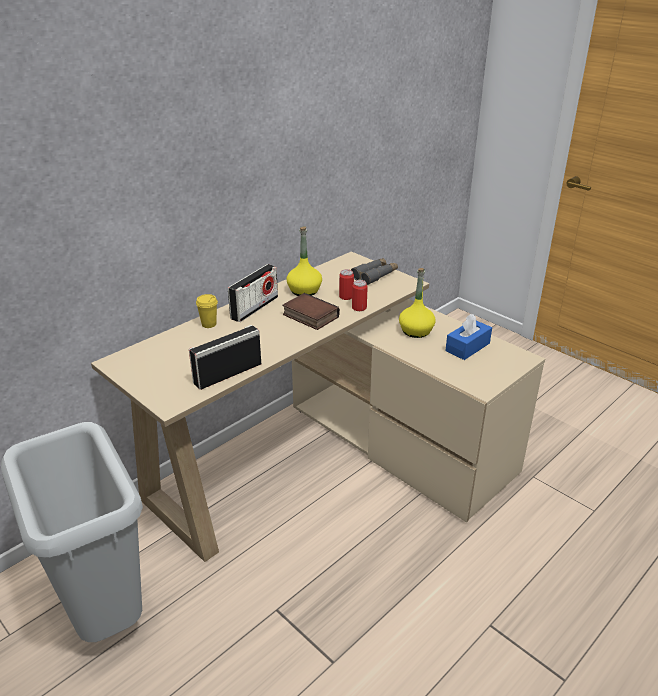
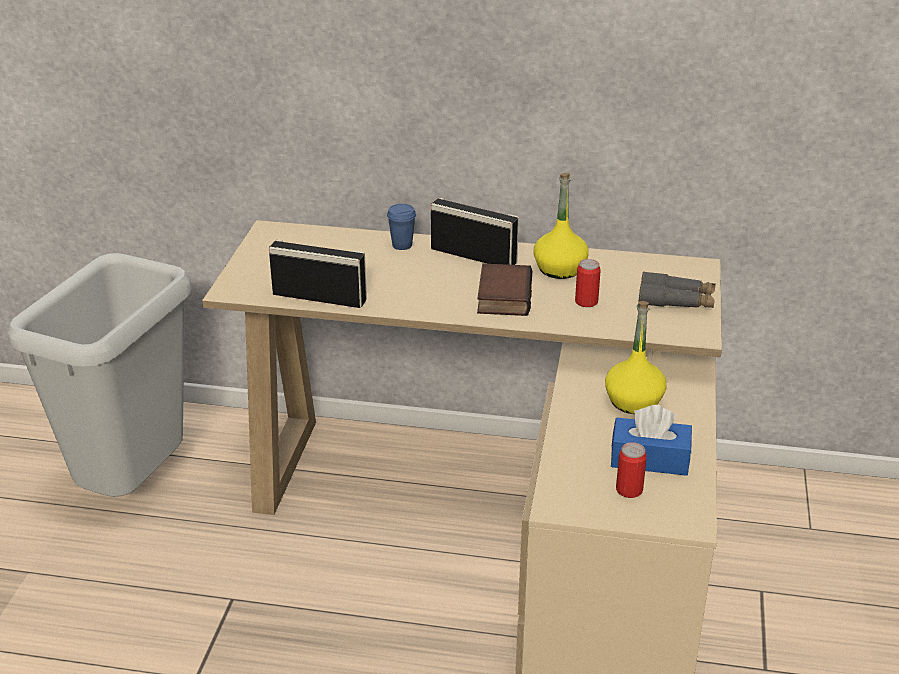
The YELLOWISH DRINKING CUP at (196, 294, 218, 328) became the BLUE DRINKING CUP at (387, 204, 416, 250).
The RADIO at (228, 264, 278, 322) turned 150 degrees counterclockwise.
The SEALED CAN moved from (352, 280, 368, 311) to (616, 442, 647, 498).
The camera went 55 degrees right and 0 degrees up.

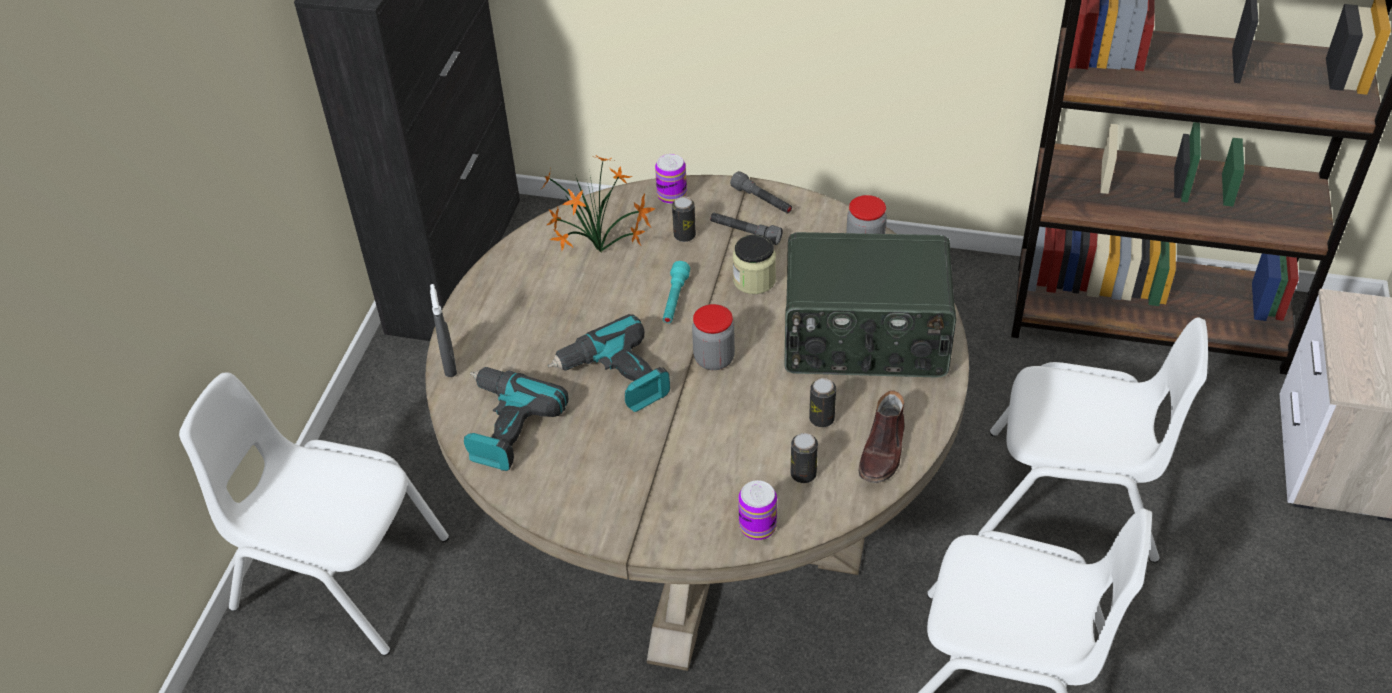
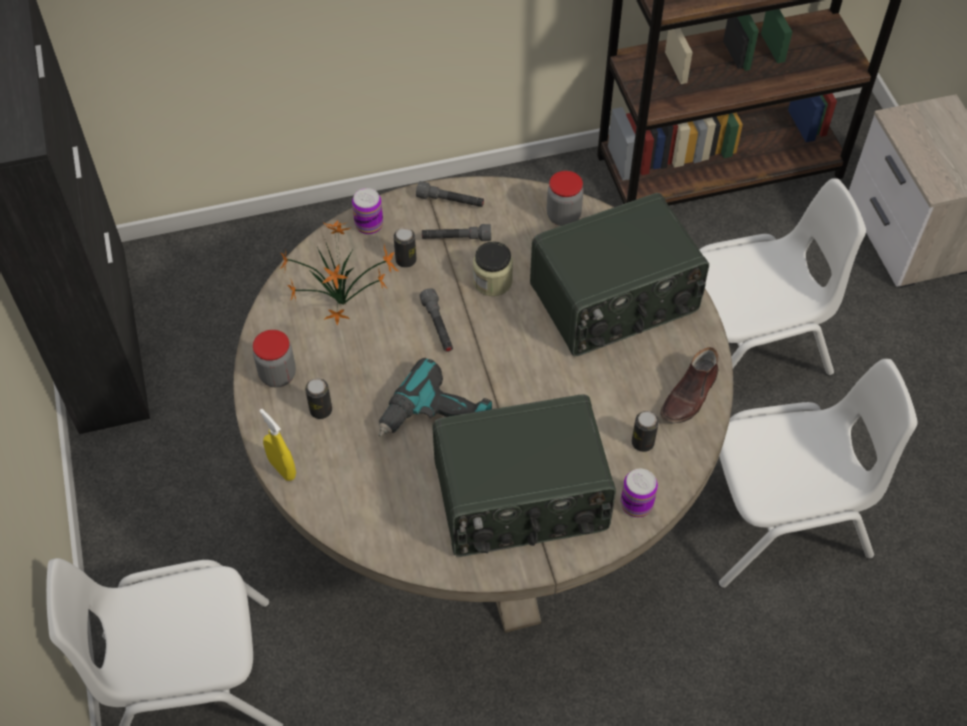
The PRESERVE JAR moved from (692, 304, 735, 370) to (253, 330, 296, 388).
The GREY SPRAY BOTTLE at (430, 284, 457, 377) became the YELLOWISH SPRAY BOTTLE at (259, 409, 296, 481).
The SEALED CAN moved from (809, 378, 836, 427) to (305, 378, 332, 419).
The TURQUOISE-COLOURED FLASHLIGHT at (663, 261, 690, 323) became the GREY FLASHLIGHT at (420, 288, 453, 352).
The RADIO at (432, 394, 616, 557) appeared.
The BROWN-COLOURED LOW SHOE at (858, 390, 905, 483) turned 45 degrees clockwise.
The ELECTRIC DRILL at (464, 367, 568, 471) disappeared.
The camera went 30 degrees left and 10 degrees up.

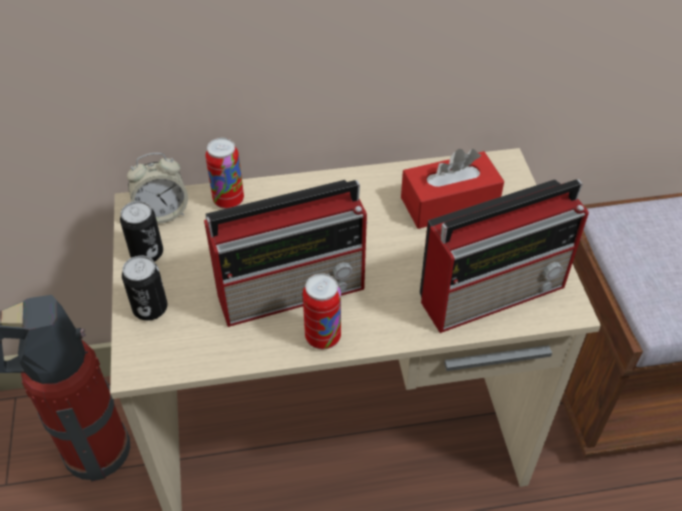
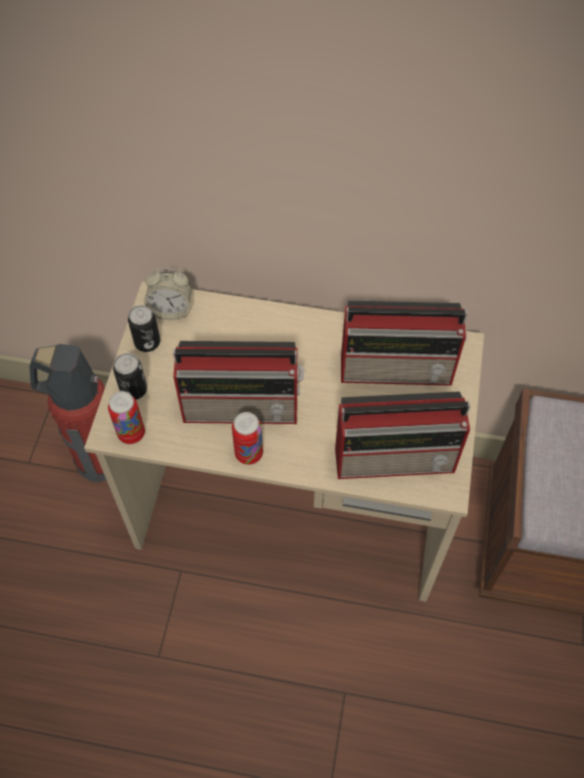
The SEALED CAN moved from (206, 138, 244, 209) to (108, 391, 145, 444).
The RED-COLOURED BOX OF TISSUES at (401, 149, 504, 229) was replaced by the RADIO at (341, 301, 467, 386).
The camera went 20 degrees right and 10 degrees up.

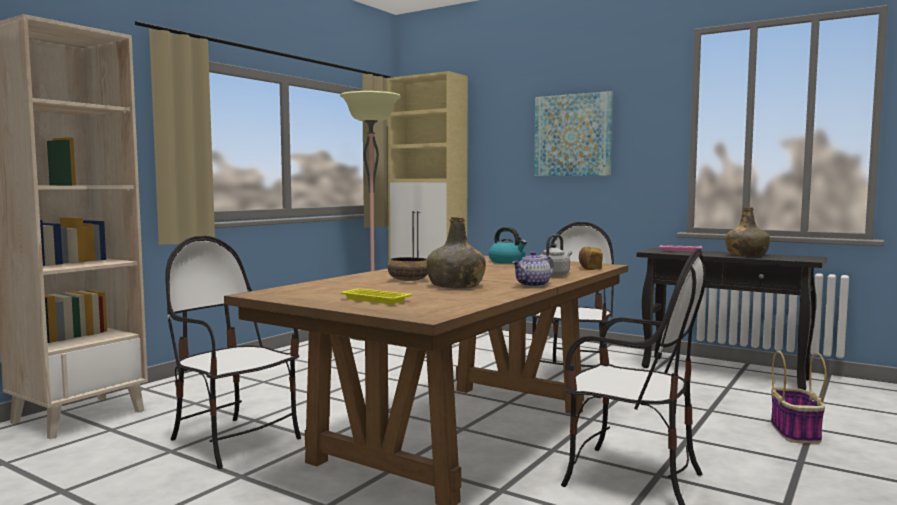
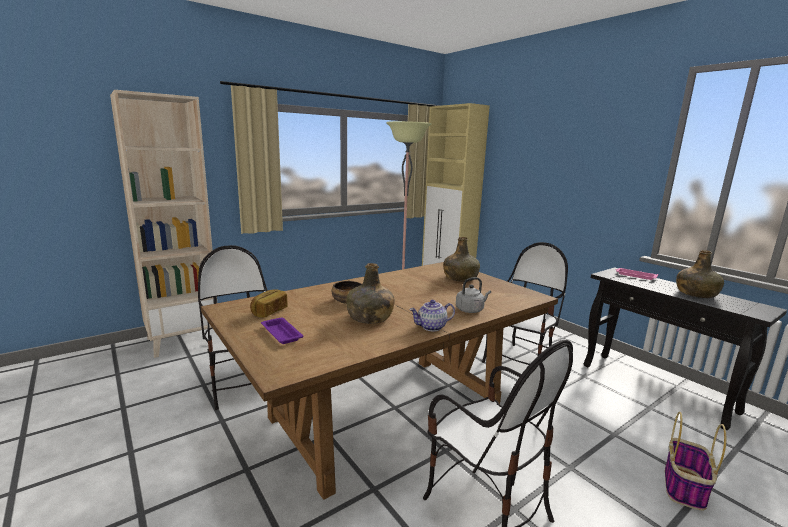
The BREAD moved from (579, 247, 603, 270) to (250, 289, 288, 317).
The YELLOWISH TRAY at (341, 289, 412, 304) became the PURPLISH TRAY at (261, 317, 304, 344).
The WATER KETTLE at (488, 227, 527, 264) was replaced by the GREEN-COLOURED BOTTLE at (443, 237, 480, 282).
The WALL PICTURE at (534, 91, 613, 176) disappeared.
The camera went 20 degrees right and 10 degrees up.

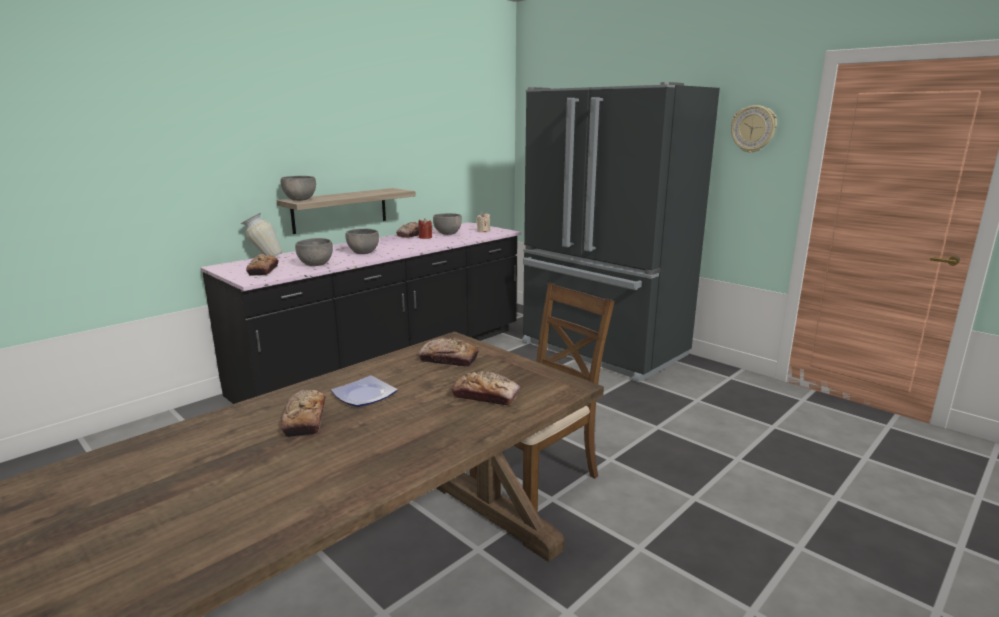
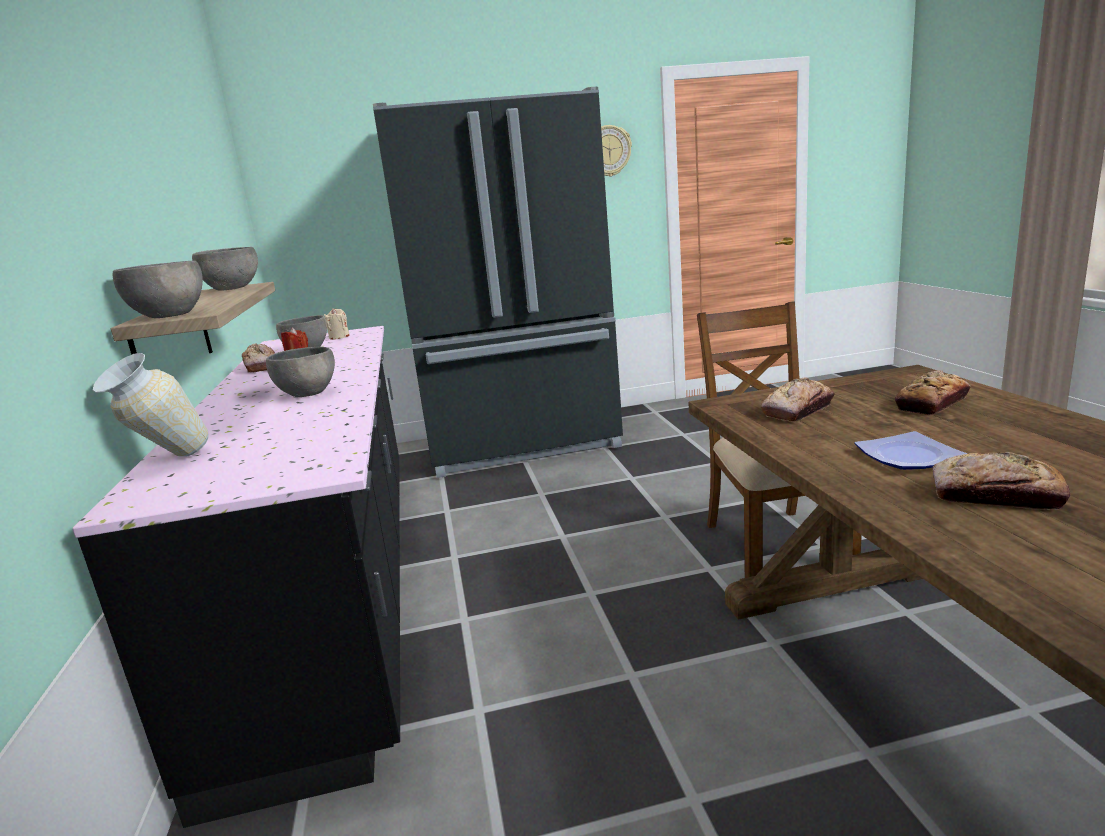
The GREY SERVING BOWL moved from (295, 238, 333, 266) to (192, 247, 258, 291).
The BREAD at (246, 254, 279, 276) disappeared.
The camera went 55 degrees left and 0 degrees up.

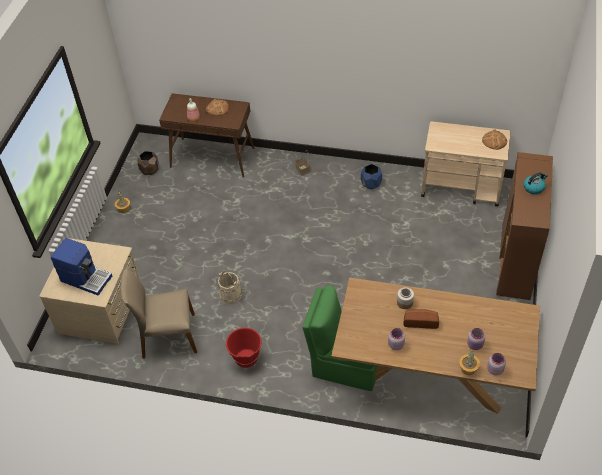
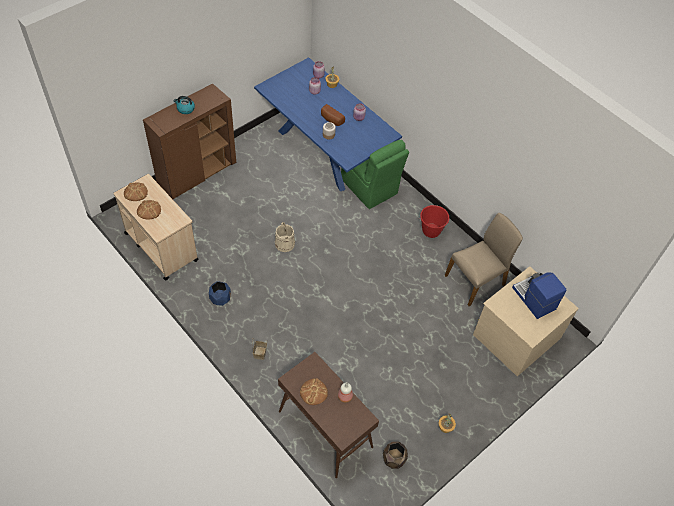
The BREAD at (137, 200, 161, 219) appeared.
The BROWN-COLOURED DINING TABLE at (331, 277, 540, 414) became the BLUE DINING TABLE at (254, 57, 402, 191).
The BEIGE BUCKET moved from (218, 271, 242, 304) to (275, 222, 295, 252).
The BEIGE UPRIGHT CHAIR at (121, 268, 197, 359) turned 60 degrees counterclockwise.
The camera went 150 degrees left and 5 degrees up.

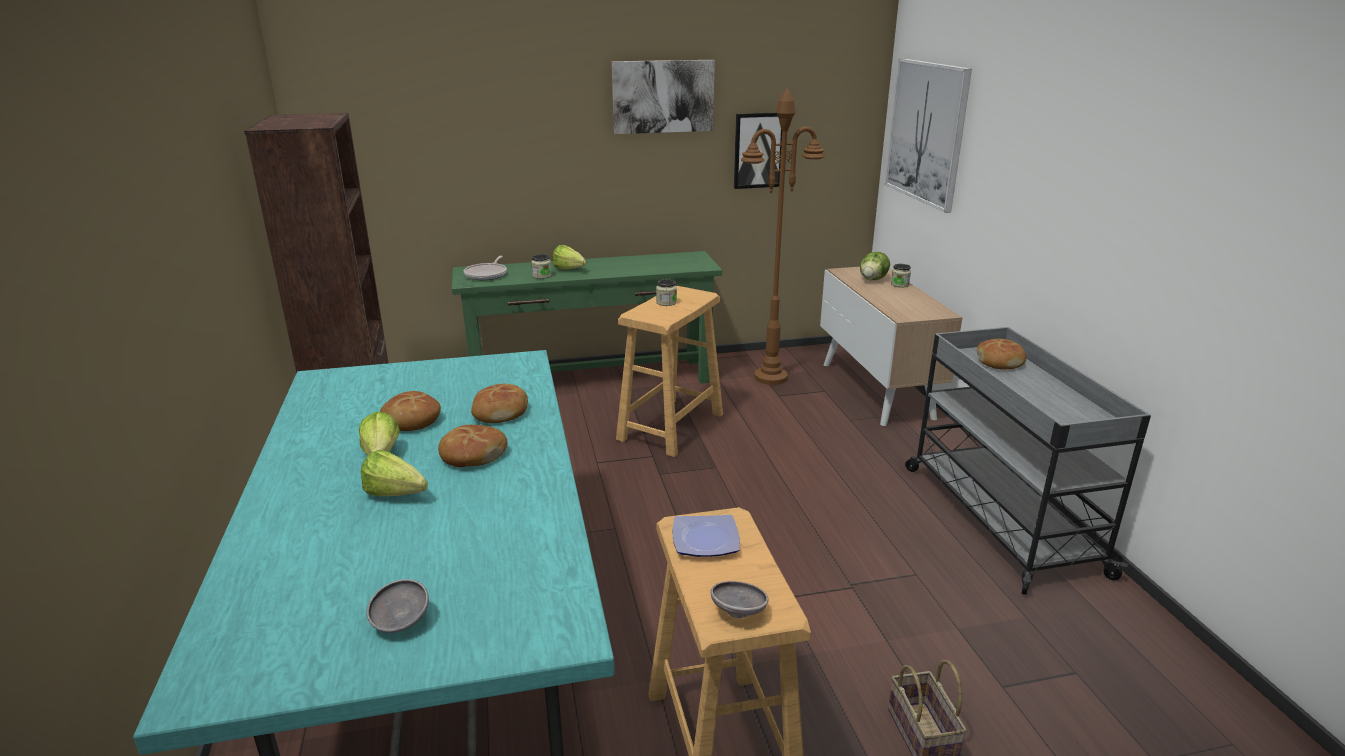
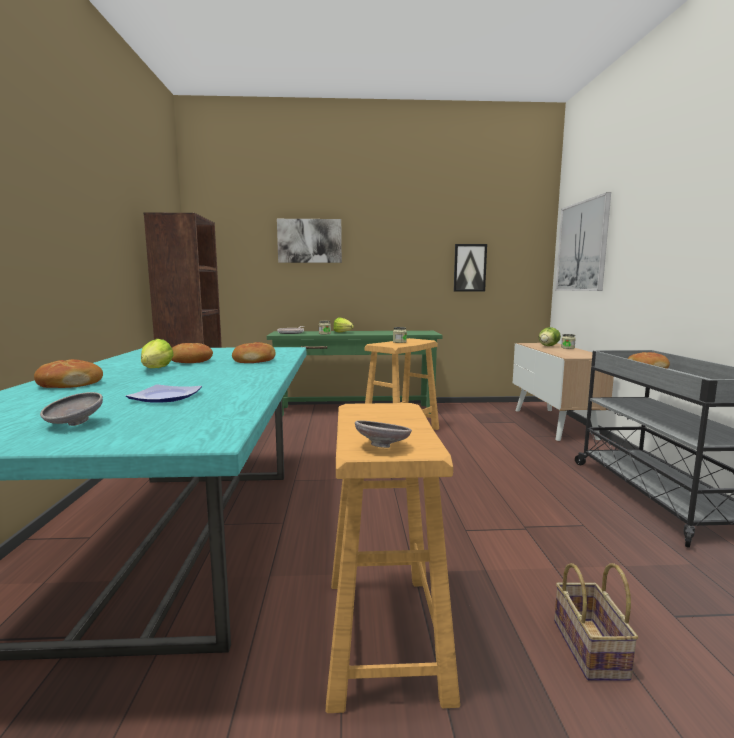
The BREAD moved from (438, 425, 507, 467) to (34, 359, 103, 388).
The PLATE moved from (673, 515, 740, 557) to (126, 384, 202, 403).
The WALL PICTURE moved from (612, 60, 715, 134) to (277, 219, 342, 263).
The LETTUCE HEAD at (361, 450, 428, 496) disappeared.
The BROWN-COLOURED STANDARD LAMP at (741, 88, 825, 385) disappeared.
The camera went 10 degrees right and 15 degrees down.

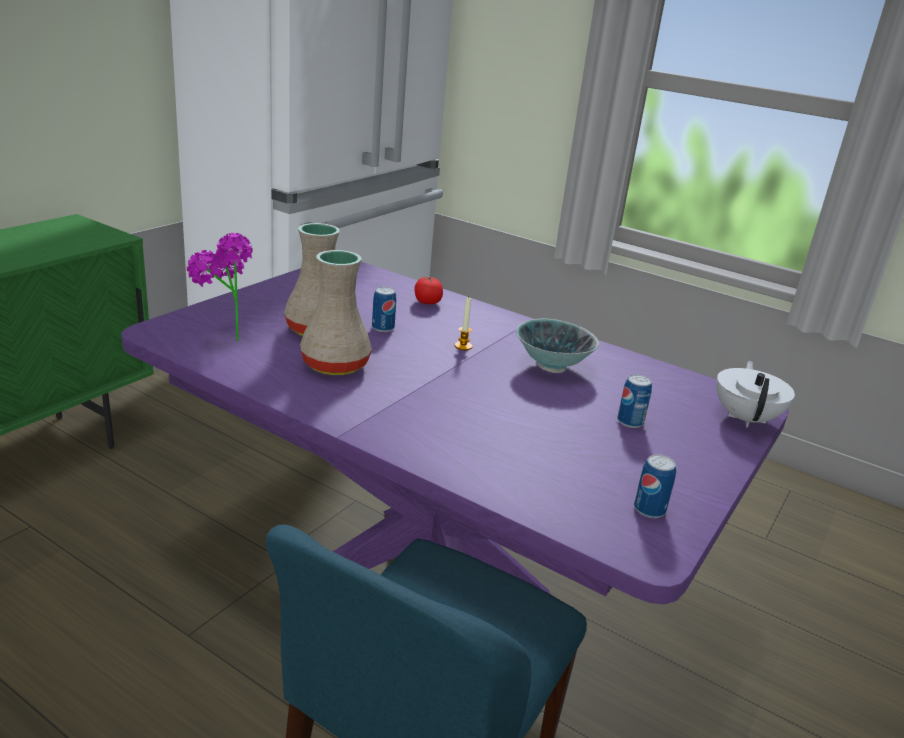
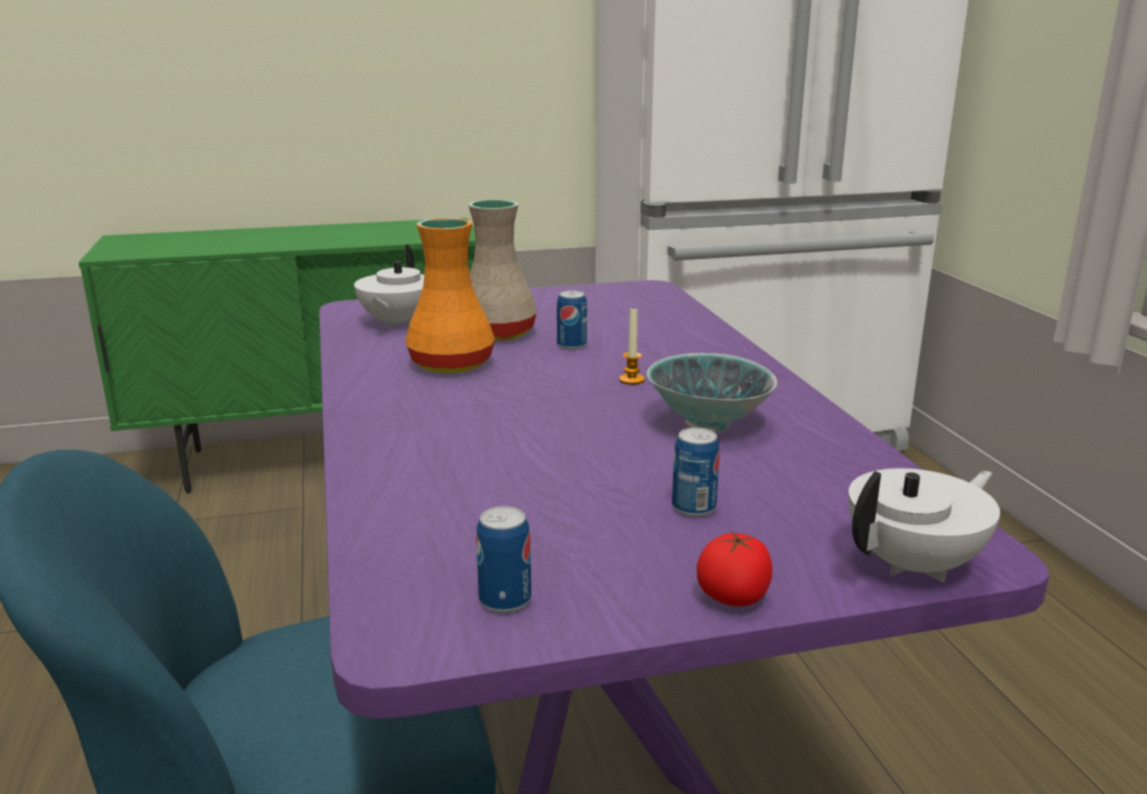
The HOUSEPLANT at (187, 233, 253, 341) was replaced by the WHITE TEAPOT at (354, 245, 424, 329).
The BEIGE DECORATIVE VASE at (300, 250, 372, 375) became the ORANGE-COLOURED DECORATIVE VASE at (405, 218, 495, 373).
The TOMATO moved from (415, 277, 443, 304) to (697, 531, 772, 606).
The camera went 45 degrees right and 5 degrees down.

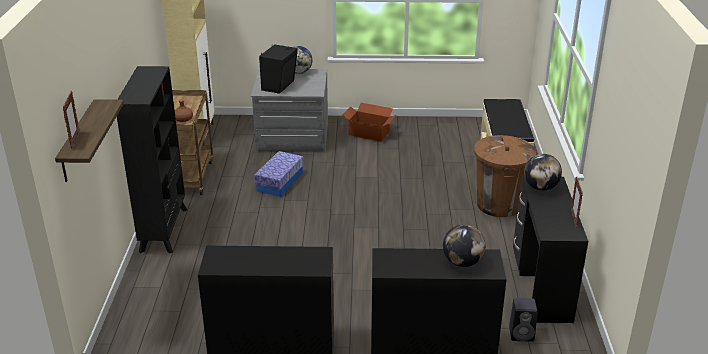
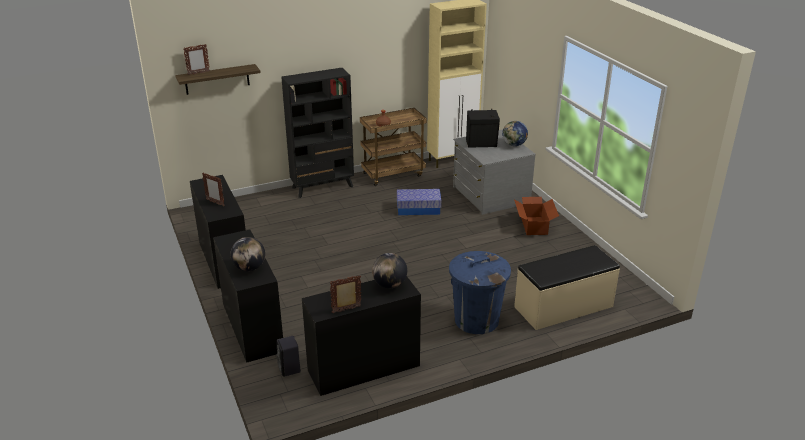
The PICTURE FRAME at (202, 173, 225, 206) appeared.
The BROWN-COLOURED TRASH CAN at (474, 135, 536, 217) became the BLUE TRASH CAN at (449, 251, 511, 334).
The camera went 65 degrees right and 0 degrees up.

